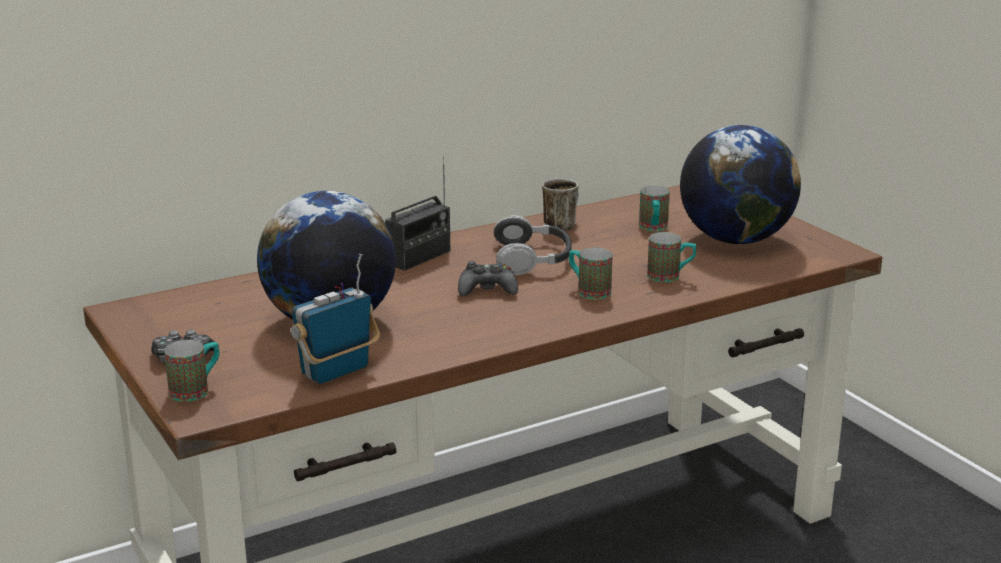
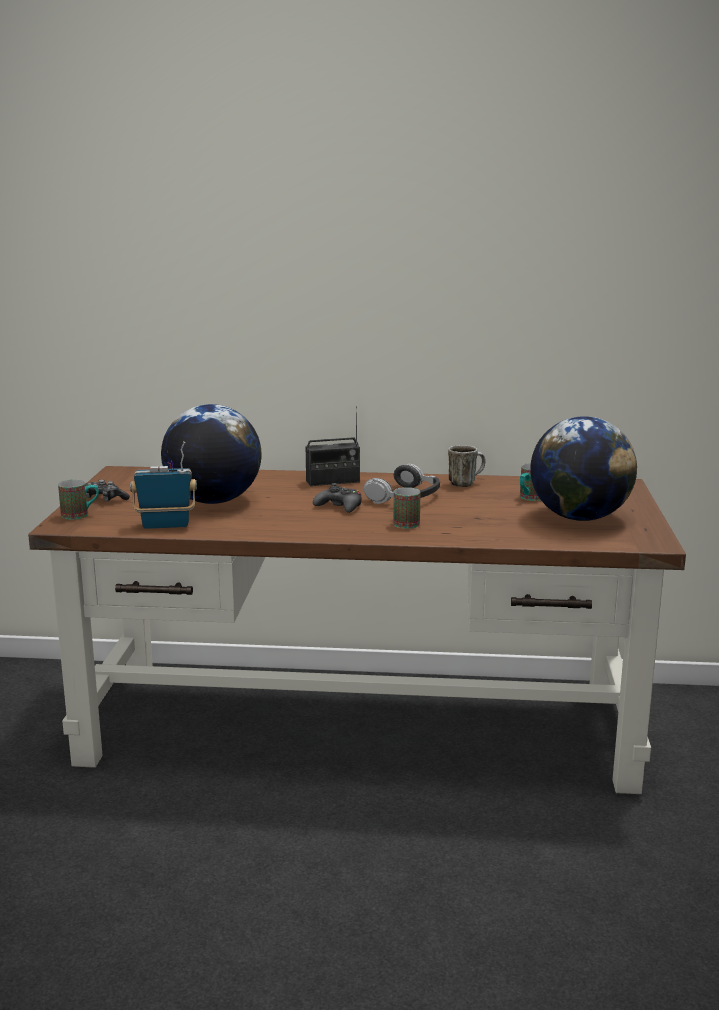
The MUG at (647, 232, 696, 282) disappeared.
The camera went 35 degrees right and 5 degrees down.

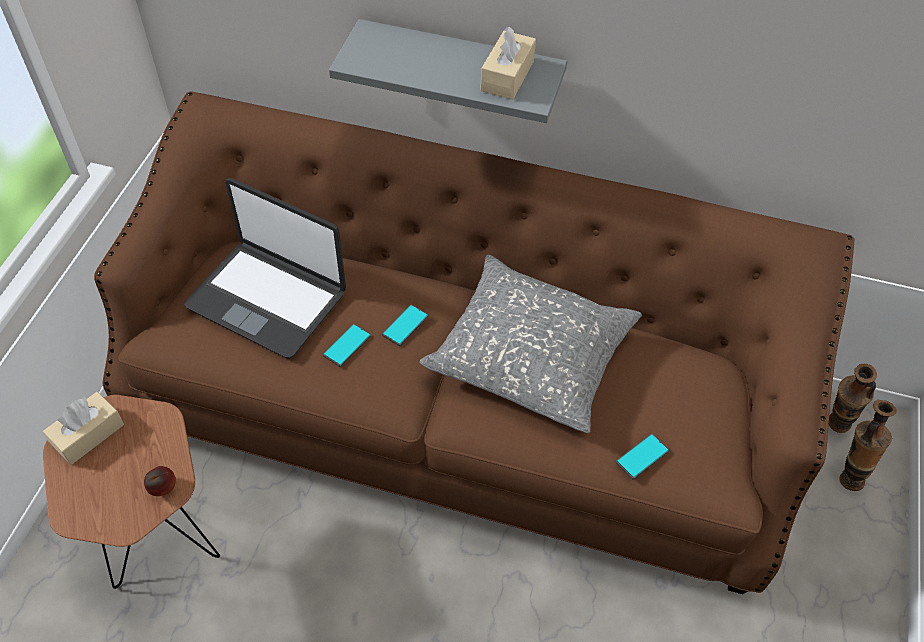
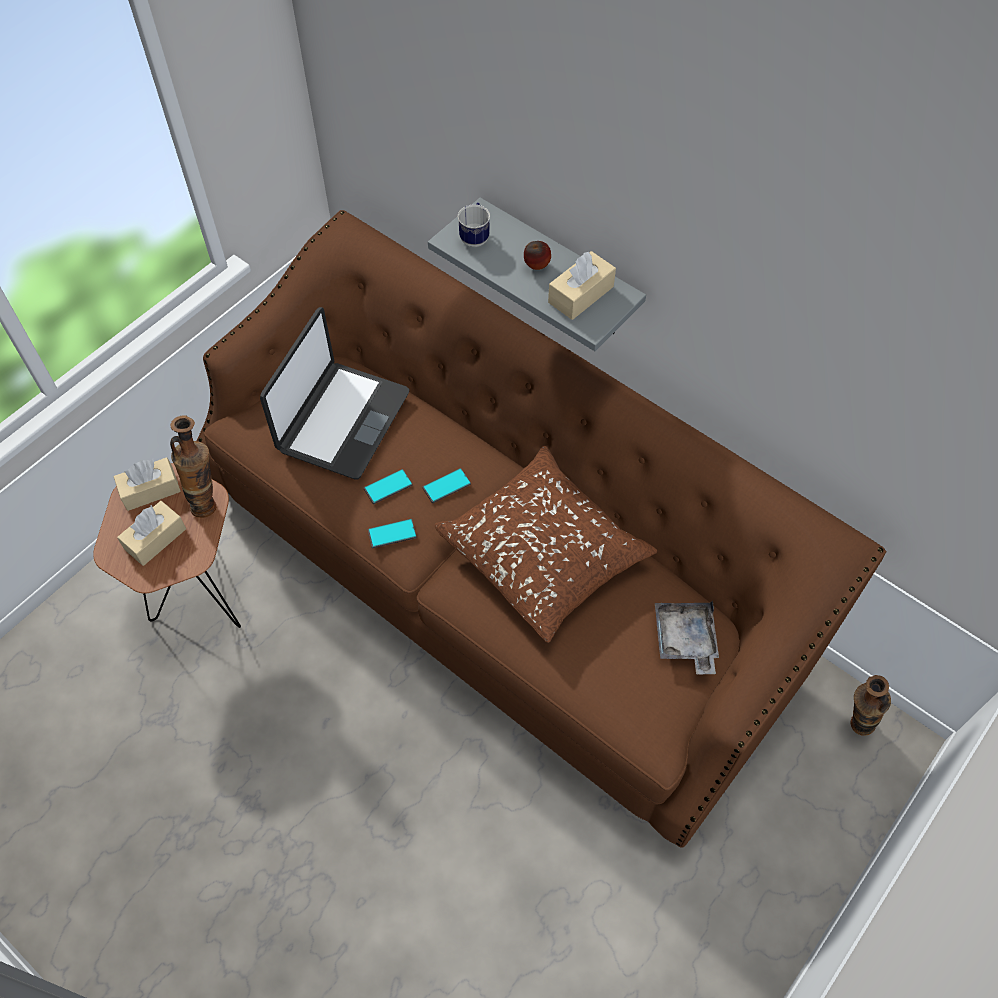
The BEIGE BOX OF TISSUES at (117, 501, 186, 566) appeared.
The DECORATIVE VASE moved from (839, 400, 897, 491) to (170, 415, 216, 518).
The PORTABLE COMPUTER at (184, 178, 346, 359) turned 120 degrees counterclockwise.
The PHONE moved from (616, 434, 669, 480) to (368, 519, 417, 548).
The GREY CUSHION at (420, 255, 642, 433) became the BROWN-COLOURED CUSHION at (435, 446, 657, 643).
The MUG at (458, 202, 490, 247) appeared.
The APPLE moved from (144, 466, 176, 496) to (524, 241, 551, 270).
The GREY TRAY at (655, 601, 719, 675) appeared.
The camera went 25 degrees right and 5 degrees up.

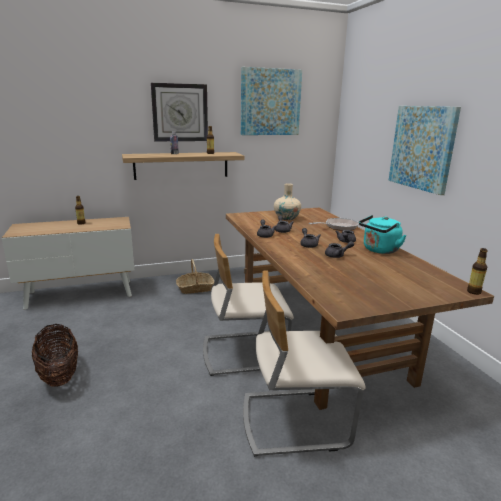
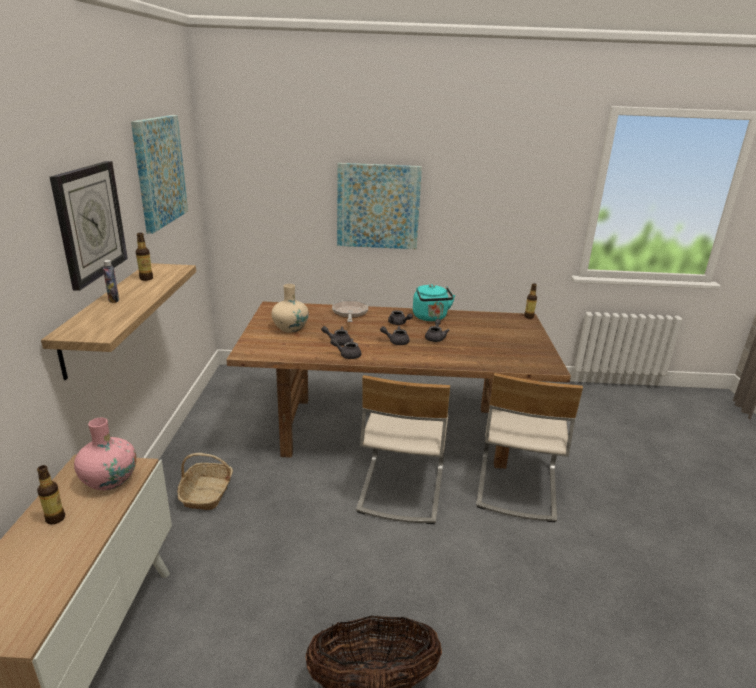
The PINKISH DECORATIVE VASE at (74, 418, 136, 490) appeared.
The camera went 70 degrees left and 5 degrees up.

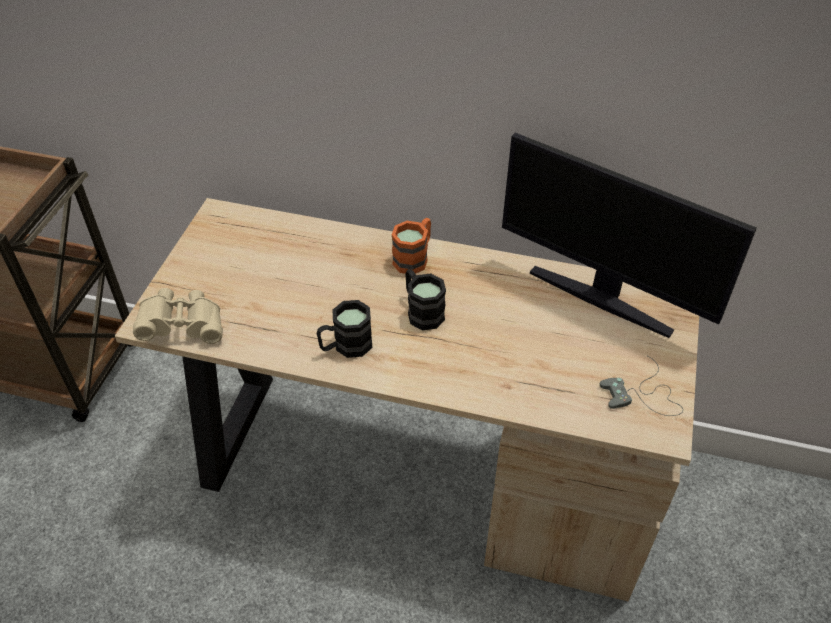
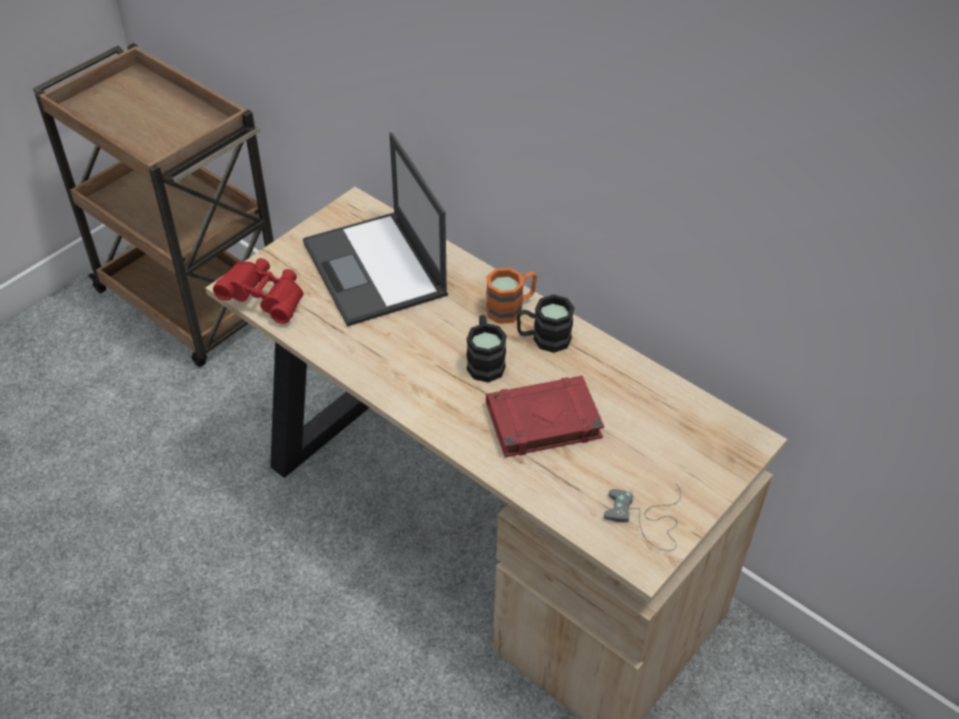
The BEIGE BINOCULARS at (133, 288, 223, 344) became the RED-COLOURED BINOCULARS at (213, 258, 303, 324).
The PORTABLE COMPUTER at (303, 132, 448, 327) appeared.
The RED-COLOURED BOOK at (486, 376, 604, 457) appeared.
The BLACK MUG moved from (317, 300, 372, 358) to (517, 294, 575, 353).
The COMPUTER SCREEN at (502, 133, 757, 338) disappeared.
The camera went 25 degrees right and 0 degrees up.

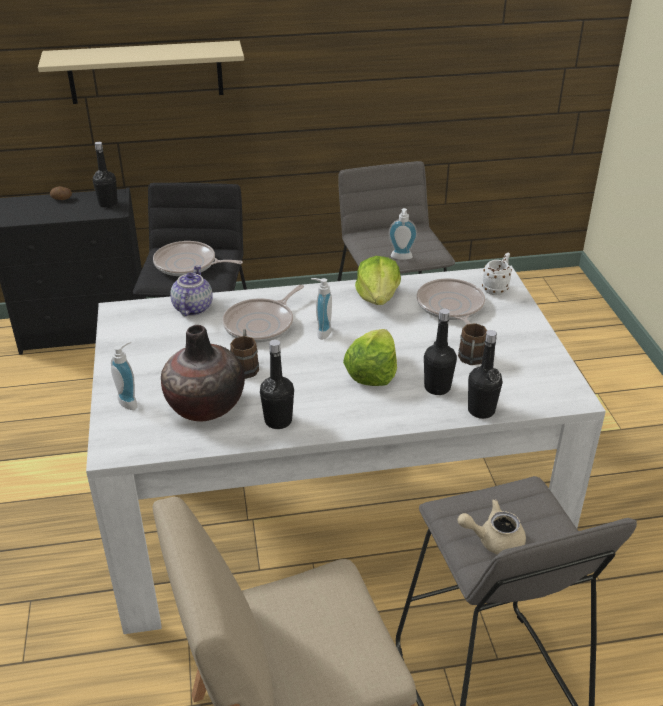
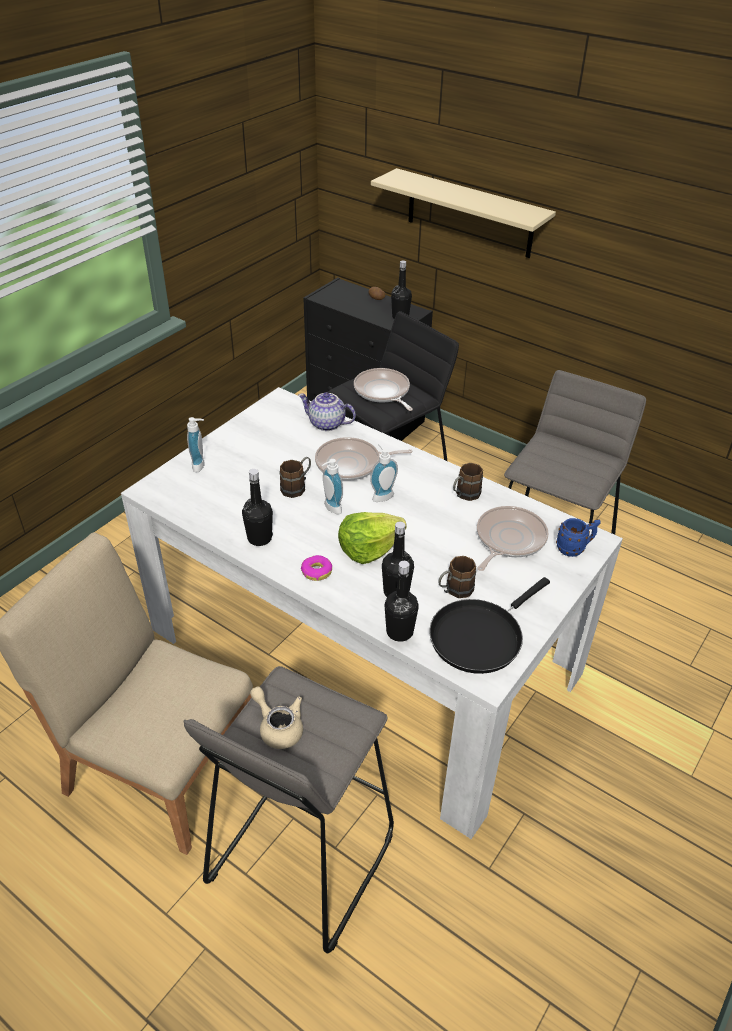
The TEAPOT at (170, 265, 213, 316) turned 120 degrees counterclockwise.
The DONUT at (301, 555, 332, 581) appeared.
The SOAP BOTTLE moved from (389, 208, 417, 260) to (321, 459, 343, 514).
The BLACK SKILLET at (430, 577, 550, 674) appeared.
The LETTUCE HEAD at (355, 256, 401, 305) was replaced by the BROWN-COLOURED MUG at (453, 463, 483, 501).
The WHITE MUG at (482, 252, 512, 295) became the BLUE MUG at (556, 518, 601, 557).
The DECORATIVE VASE at (161, 325, 245, 421) disappeared.
The camera went 45 degrees right and 5 degrees up.

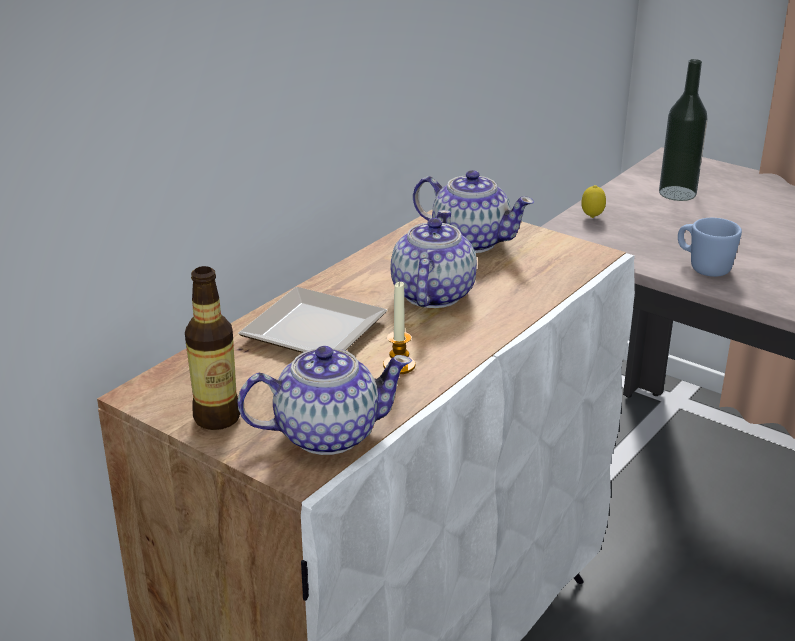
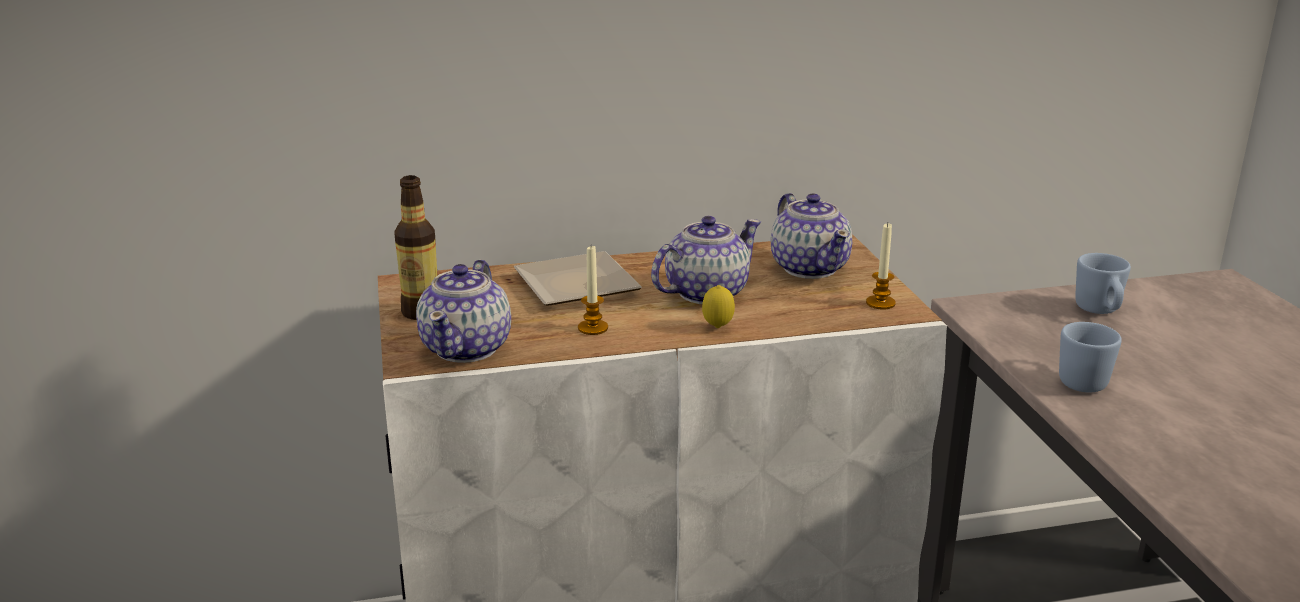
The TEAPOT at (237, 346, 412, 455) turned 75 degrees clockwise.
The CITRUS FRUIT moved from (581, 185, 606, 218) to (702, 285, 735, 328).
The WAX CANDLE at (866, 223, 896, 309) appeared.
The BLUE MUG at (1076, 253, 1131, 314) appeared.
The BOTTLE at (659, 59, 708, 201) disappeared.
The camera went 40 degrees right and 5 degrees down.

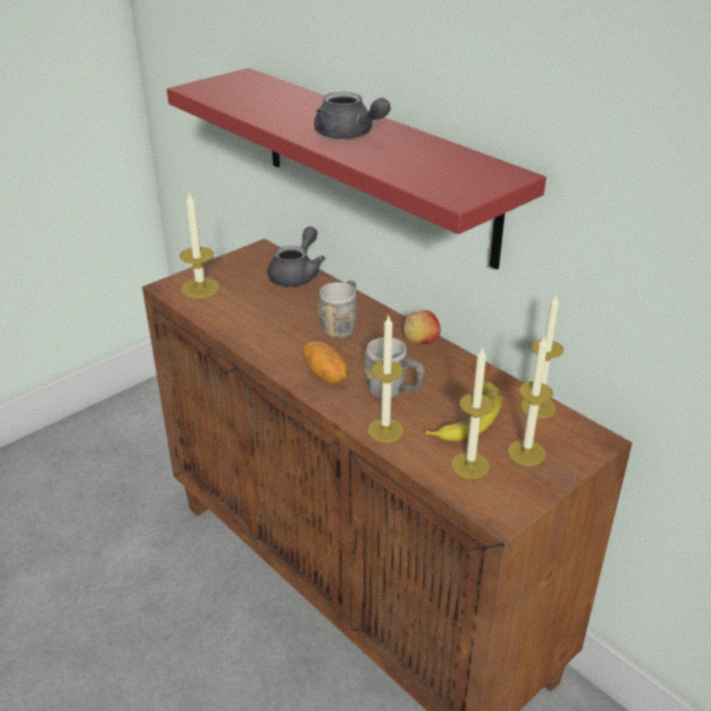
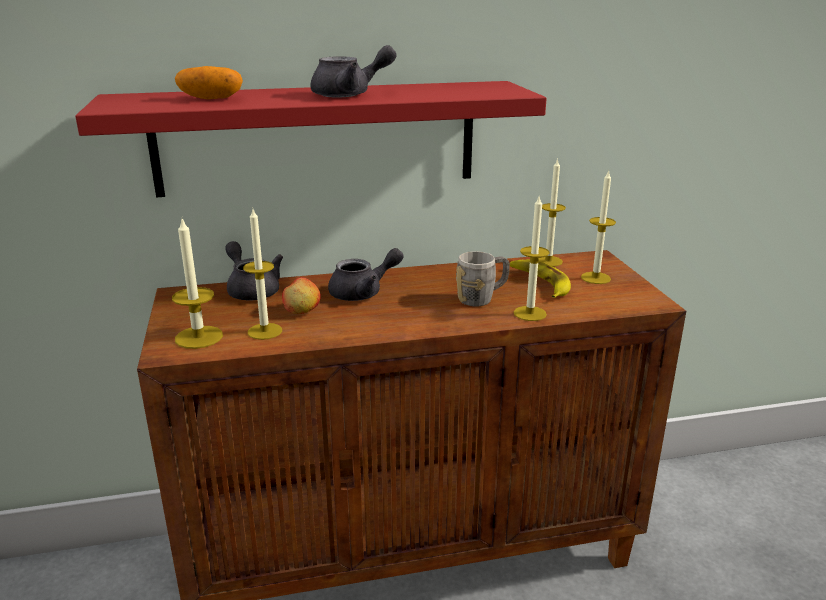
The SPUD moved from (303, 341, 349, 384) to (175, 66, 243, 99).
The WAX CANDLE moved from (451, 346, 494, 479) to (243, 207, 282, 340).
The APPLE moved from (403, 310, 441, 344) to (282, 277, 321, 314).
The GREY MUG at (317, 281, 357, 338) was replaced by the GREY TEAPOT at (328, 248, 404, 301).
The camera went 60 degrees left and 10 degrees down.

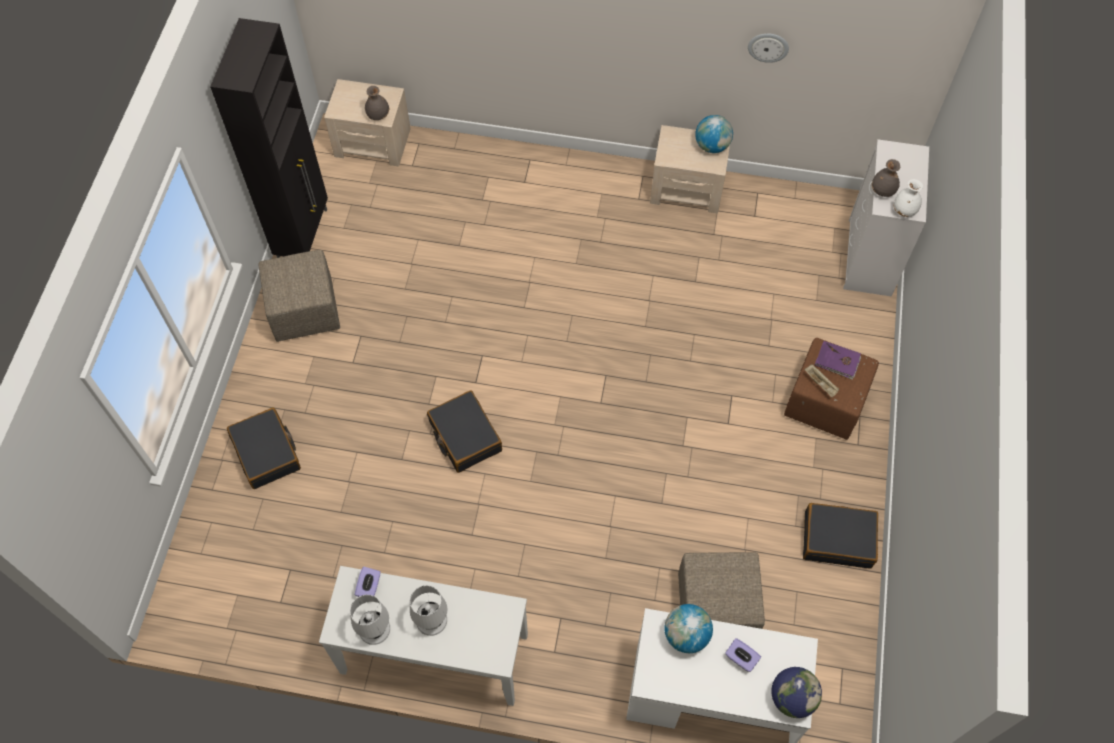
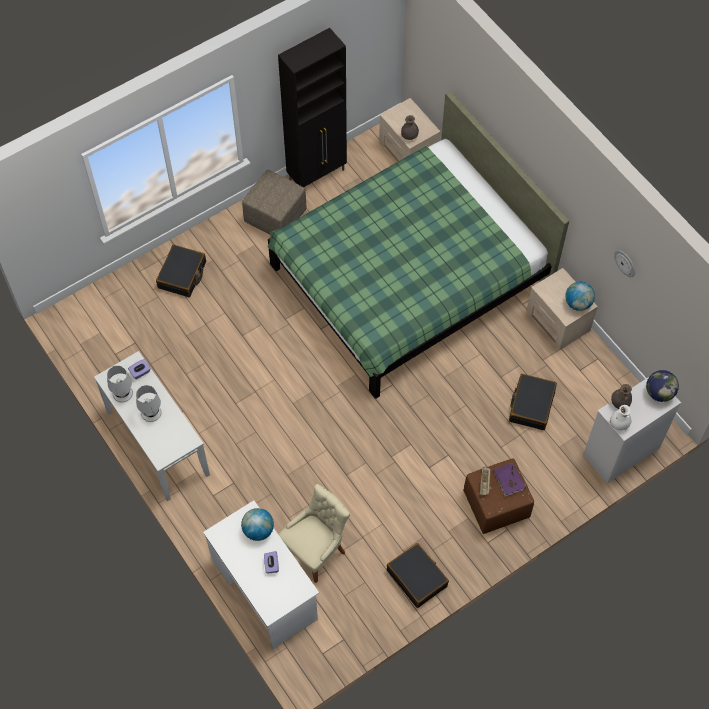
The GREEN-COLOURED SLEEPING BED at (267, 91, 569, 399) appeared.
The BEIGE FOOTREST at (678, 552, 765, 629) was replaced by the BEIGE UPRIGHT CHAIR at (278, 484, 350, 583).
The BLACK PIECE OF LUGGAGE moved from (427, 390, 502, 473) to (509, 374, 557, 430).
The DESK GLOBE moved from (771, 667, 822, 718) to (646, 370, 679, 402).
The camera went 45 degrees right and 0 degrees up.

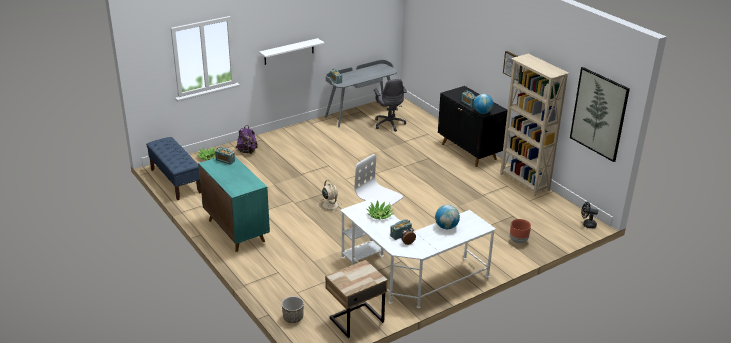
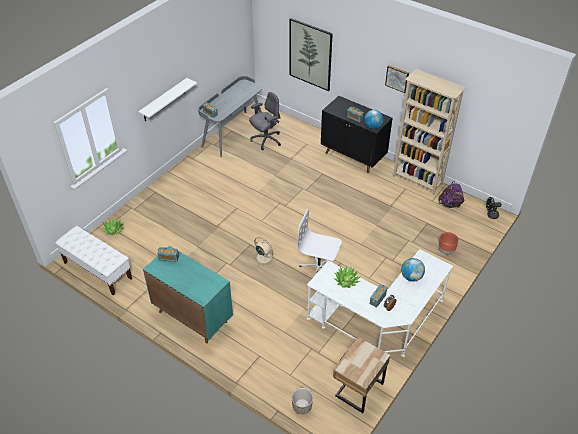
The BLUE BENCH at (146, 137, 201, 200) became the WHITE BENCH at (55, 226, 132, 295).
The GREY DESK CHAIR at (374, 79, 407, 132) turned 90 degrees counterclockwise.
The WALL PICTURE moved from (570, 67, 630, 162) to (290, 18, 333, 91).
The PURPLISH BACKPACK moved from (236, 125, 258, 154) to (438, 181, 464, 208).
The camera went 20 degrees left and 15 degrees up.

